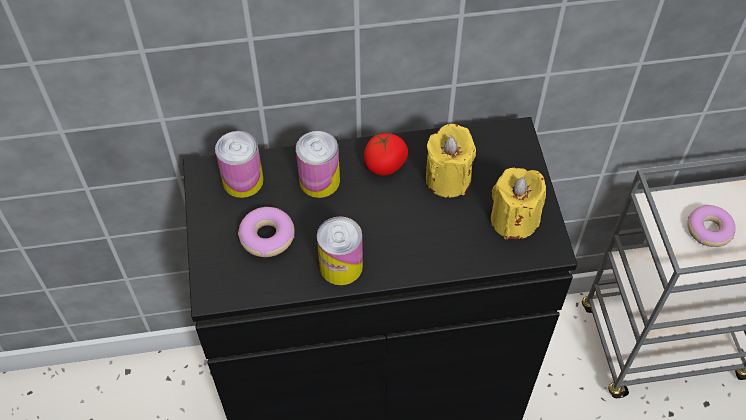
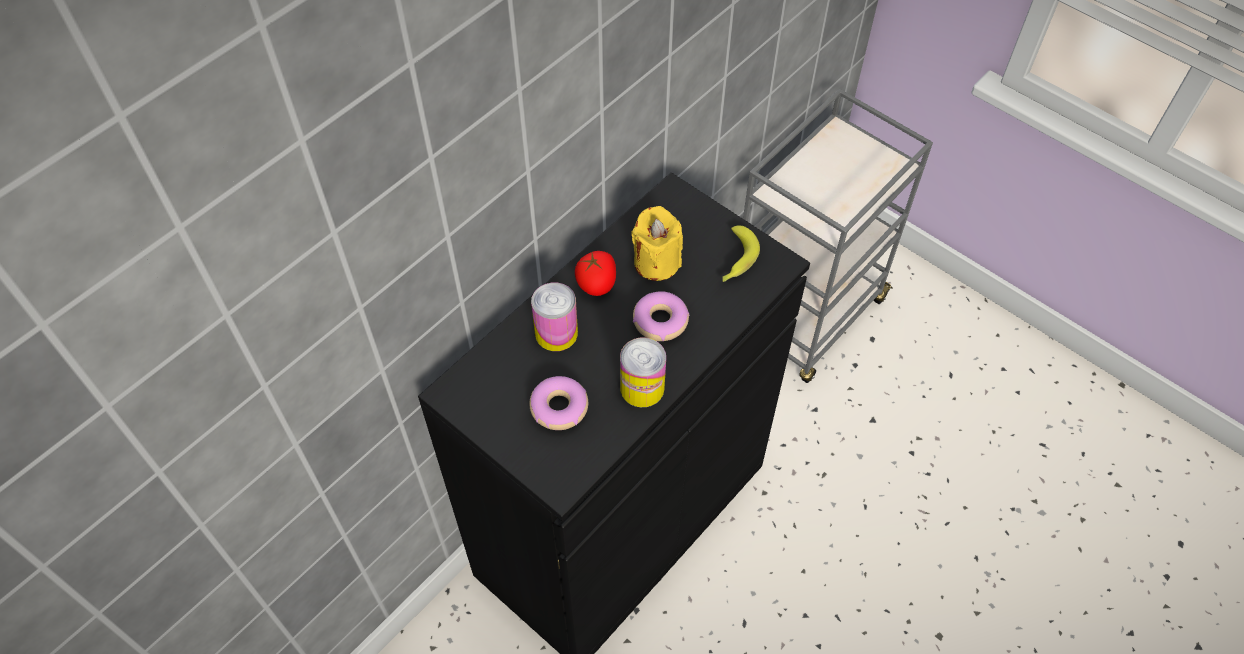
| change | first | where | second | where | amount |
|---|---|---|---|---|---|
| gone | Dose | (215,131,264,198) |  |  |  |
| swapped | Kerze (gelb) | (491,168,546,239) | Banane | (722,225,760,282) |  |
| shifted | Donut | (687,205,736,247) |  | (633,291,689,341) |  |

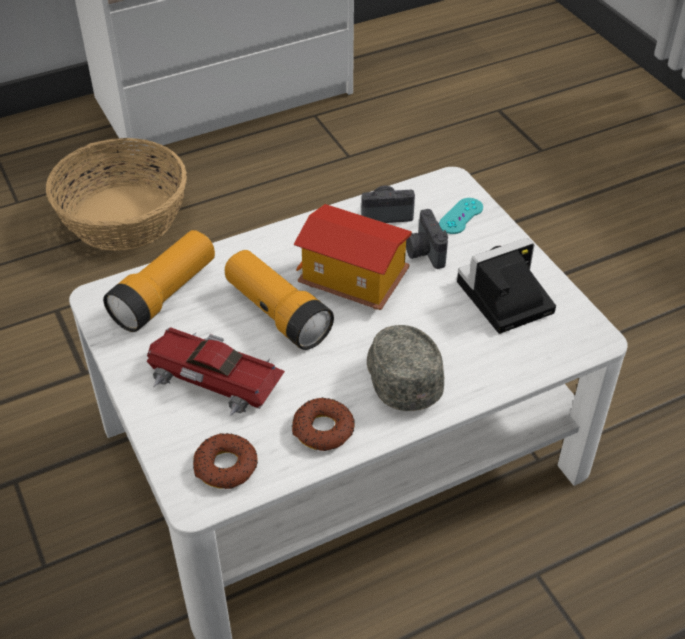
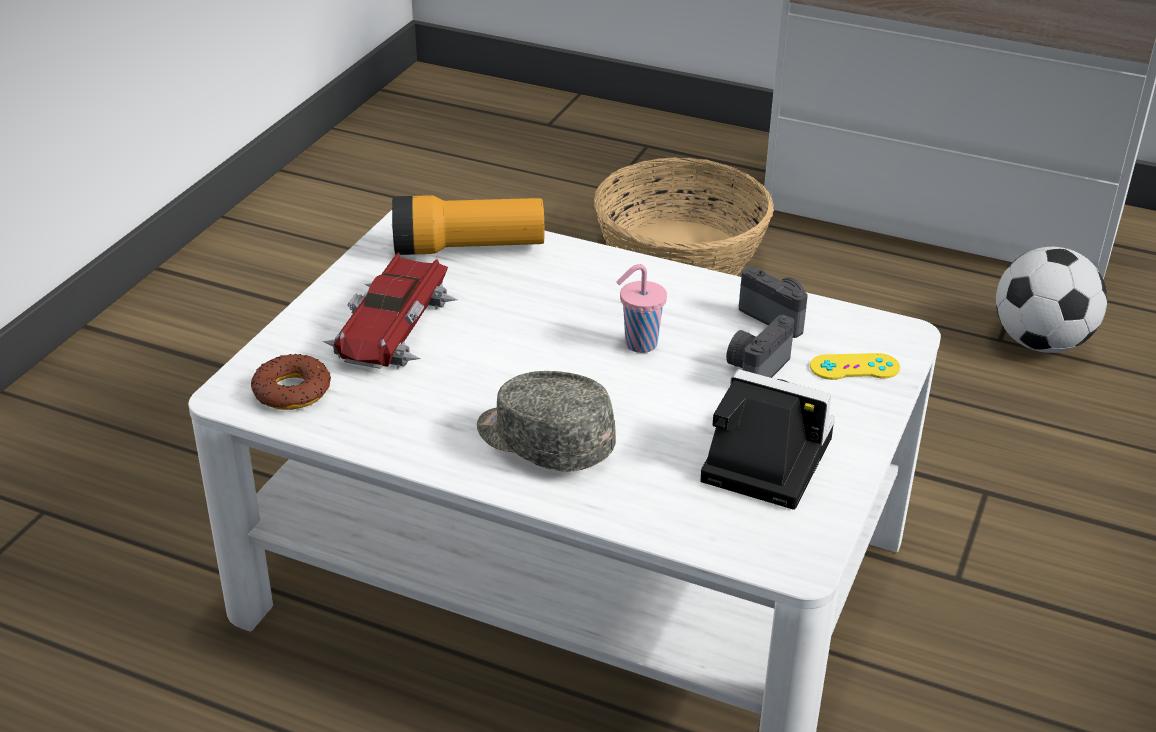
| change | first | where | second | where | amount |
|---|---|---|---|---|---|
| repainted | Gamepad (türkis) | (439,198,483,234) | Gamepad (gelb) | (810,353,900,380) |  |
| swapped | Spielzeughaus | (294,204,412,310) | Tasse (rosa) | (616,264,667,353) |  |
| gone | Taschenlampe | (225,250,334,350) |  |  |  |
| rotated | Kappe (grau) | (367,325,444,411) |  | (477,371,616,471) | 90 degrees counterclockwise |
| rotated | Spielzeugauto | (147,327,285,417) |  | (323,253,457,369) | 150 degrees counterclockwise |
| gone | Donut | (292,397,354,451) |  |  |  |
| new |  |  | Fußball | (996,247,1107,353) |  |

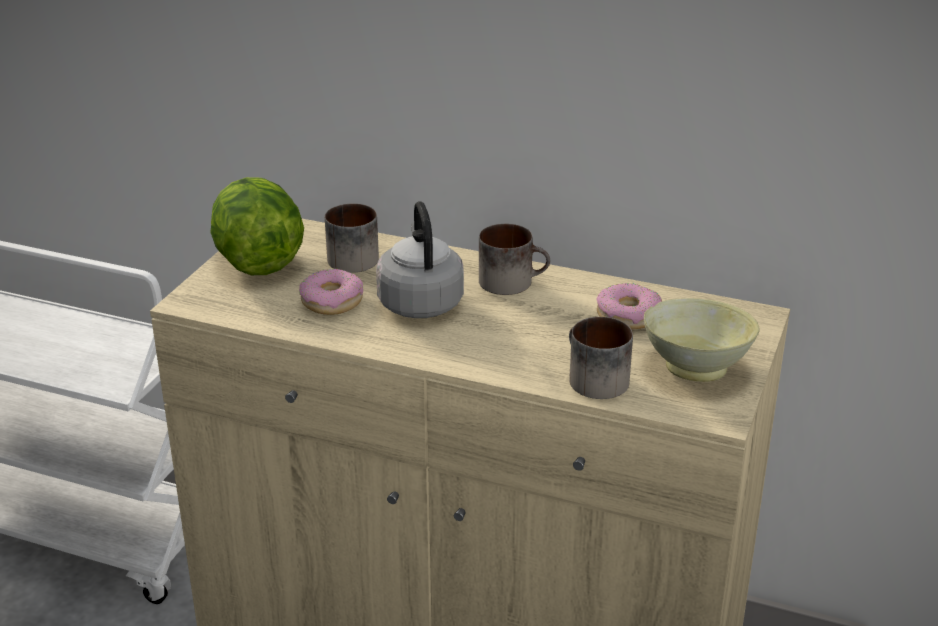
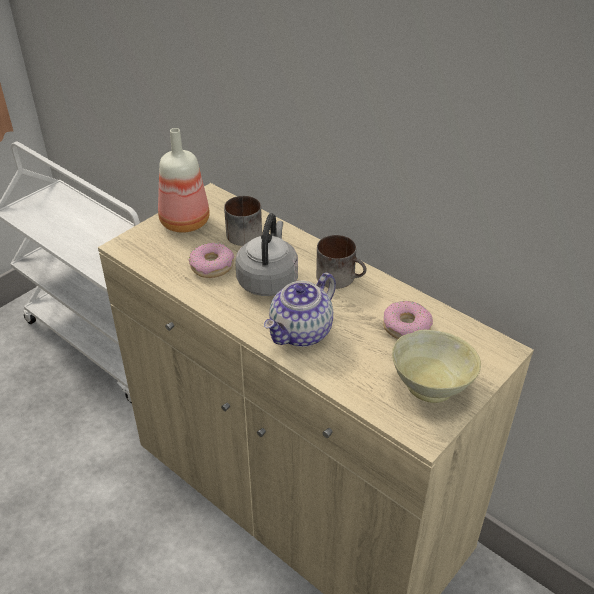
| change | first | where | second | where | amount |
|---|---|---|---|---|---|
| swapped | Salatkopf | (210,177,304,275) | Flasche | (158,128,210,233) |  |
| gone | Henkelbecher | (569,317,633,399) |  |  |  |
| new |  |  | Teekanne | (264,273,336,347) |  |

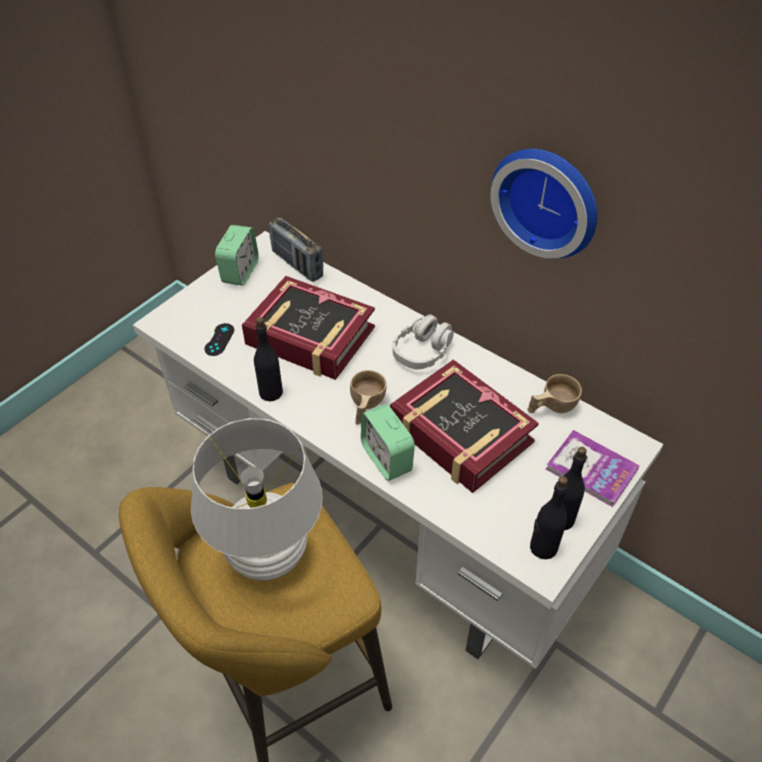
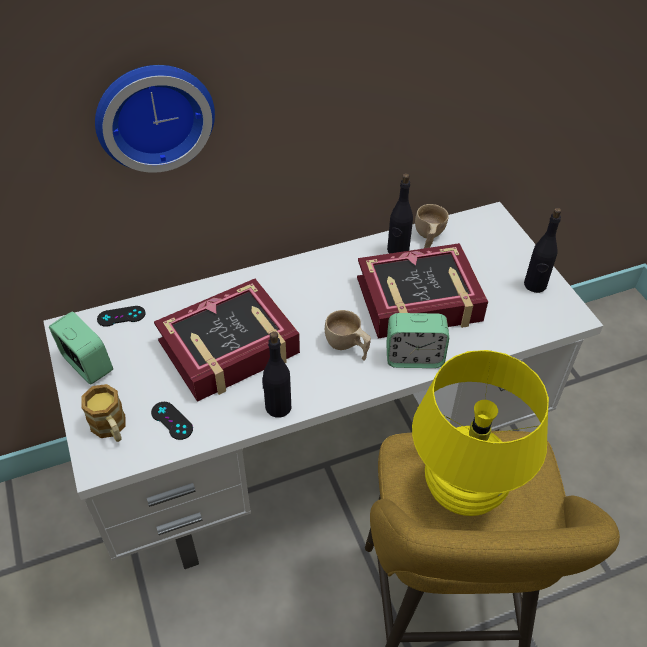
| change | first | where | second | where | amount |
|---|---|---|---|---|---|
| shifted | Wanduhr | (490,149,598,258) |  | (95,65,215,173) |  |
| swapped | Radio | (269,217,323,282) | Gamepad (schwarz) | (97,306,146,327) |  |
| gone | Kopfhörer (grau) | (393,314,454,369) |  |  |  |
| repainted | Tischlampe (weiß) | (191,418,323,581) | Tischlampe (gelb) | (412,350,549,516) |  |
| gone | Buch | (546,430,640,507) |  |  |  |
| shifted | Flasche (schwarz) | (530,476,568,559) |  | (387,173,413,254) |  |
| new |  |  | Henkelbecher | (81,384,126,442) |  |

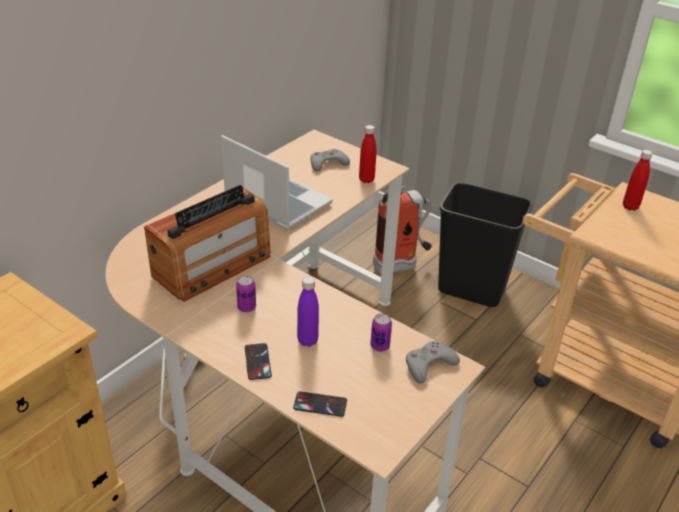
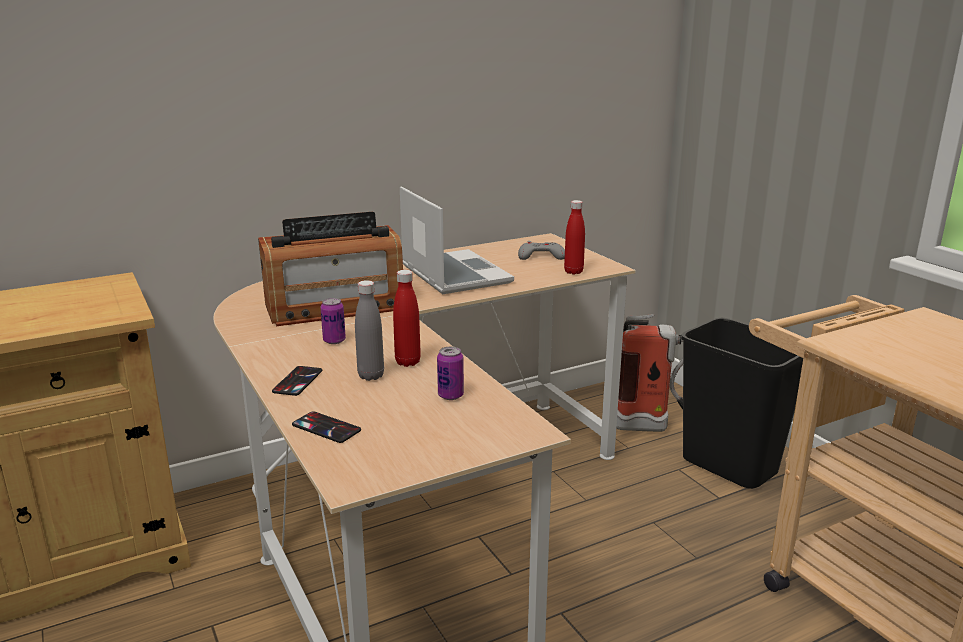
| change | first | where | second | where | amount |
|---|---|---|---|---|---|
| shifted | Flasche (rot) | (623,150,653,211) |  | (393,270,421,367) |  |
| repainted | Flasche (lila) | (297,277,319,347) | Flasche (grau) | (355,280,384,381) |  |
| gone | Gamepad (grau) | (406,341,460,383) |  |  |  |

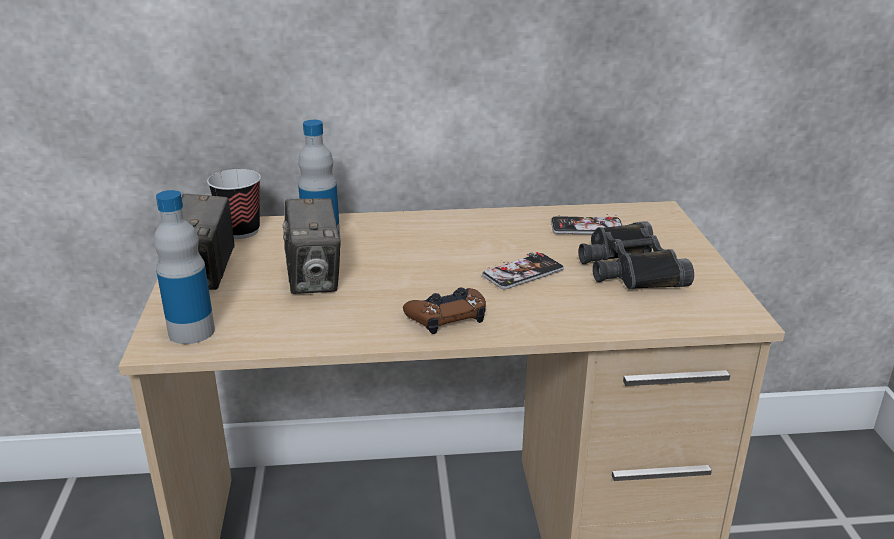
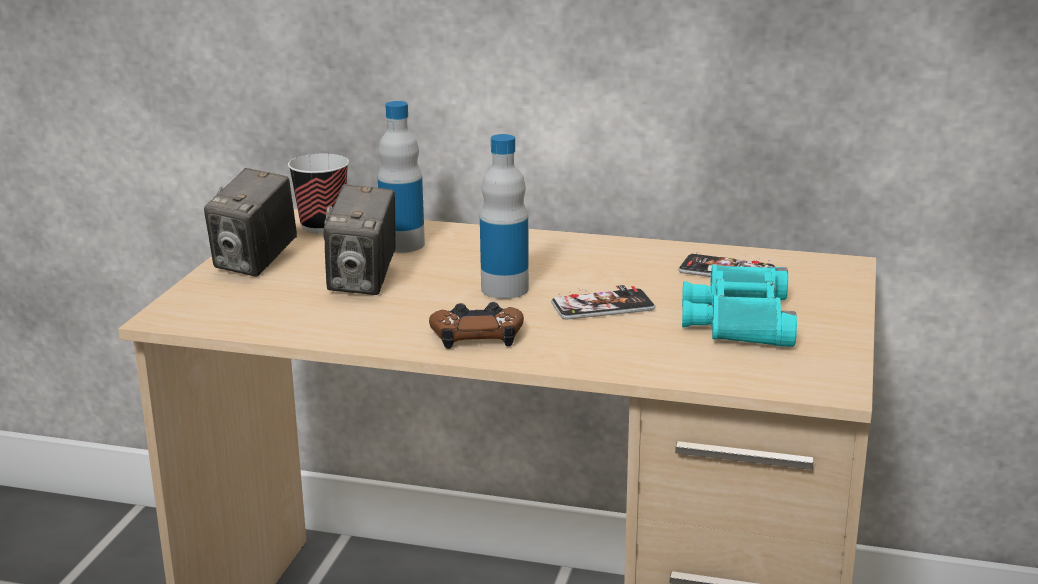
| change | first | where | second | where | amount |
|---|---|---|---|---|---|
| shifted | Flasche | (154,190,215,344) |  | (480,134,529,299) |  |
| repainted | Fernglas (schwarz) | (578,221,694,290) | Fernglas (türkis) | (682,265,797,347) |  |

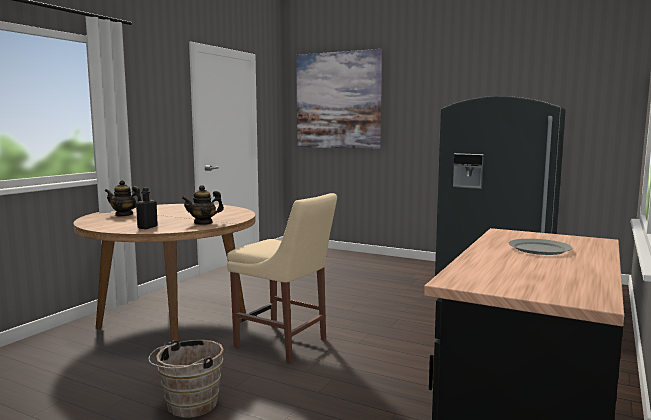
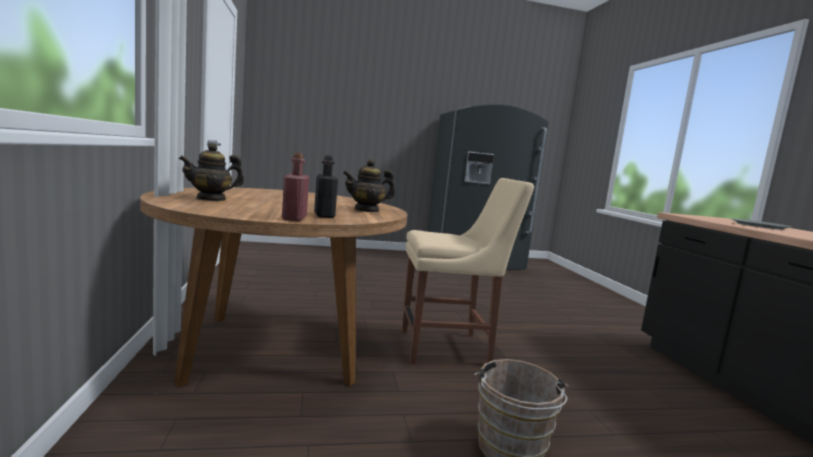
| change | first | where | second | where | amount |
|---|---|---|---|---|---|
| gone | Bild | (296,49,382,149) |  |  |  |
| rotated | Teekanne | (182,185,224,225) |  | (343,159,395,212) | 45 degrees clockwise |
| new |  |  | Flasche (rot) | (282,153,309,221) |  |

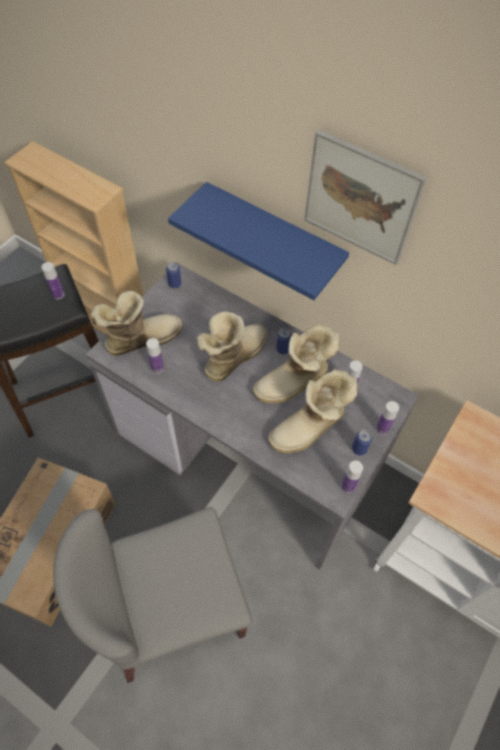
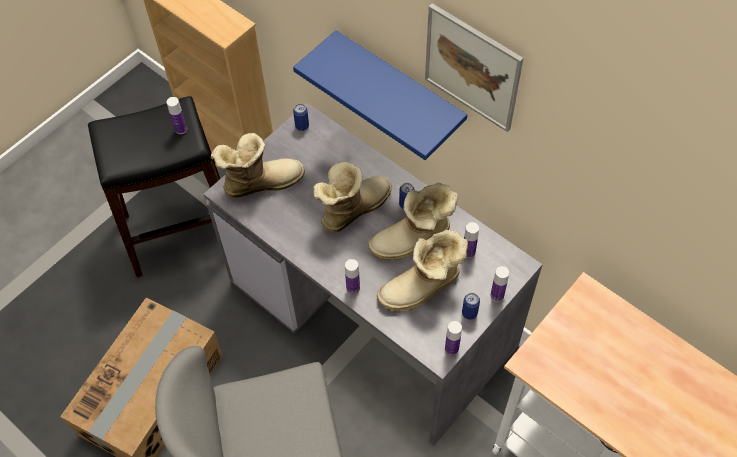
| change | first | where | second | where | amount |
|---|---|---|---|---|---|
| shifted | Flasche | (146,338,164,374) |  | (345,259,360,294) |  |

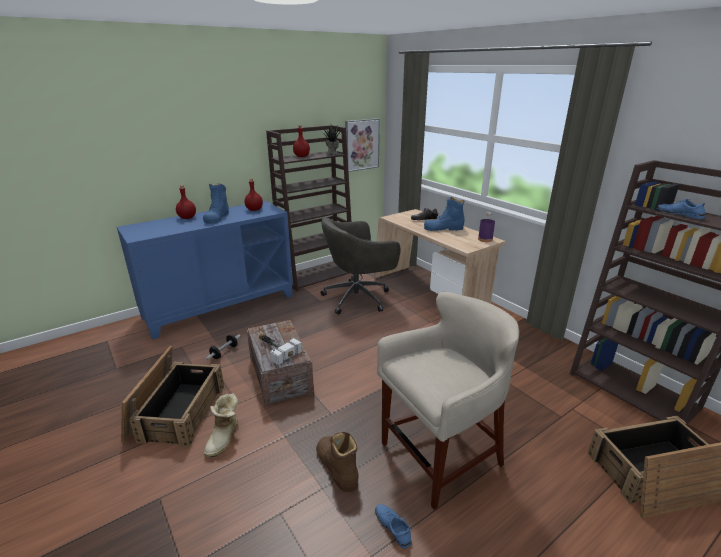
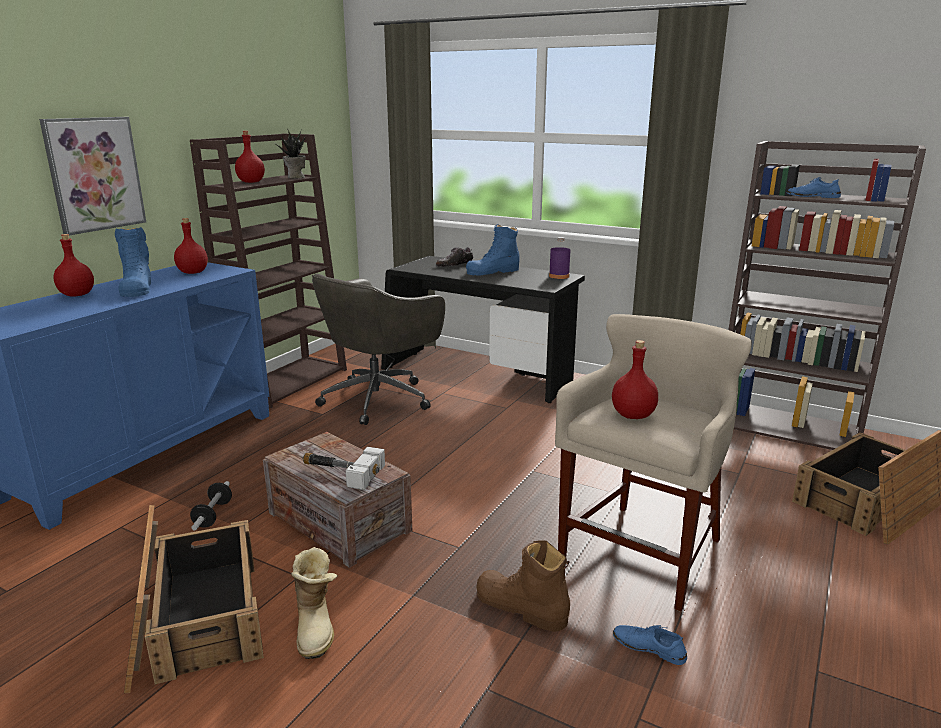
| change | first | where | second | where | amount |
|---|---|---|---|---|---|
| shifted | Bild | (345,118,380,172) |  | (39,117,146,235) |  |
| repainted | Schreibtisch (beige) | (374,209,506,304) | Schreibtisch (schwarz) | (381,256,585,403) |  |
| new |  |  | Flasche (rot) | (612,340,658,419) |  |

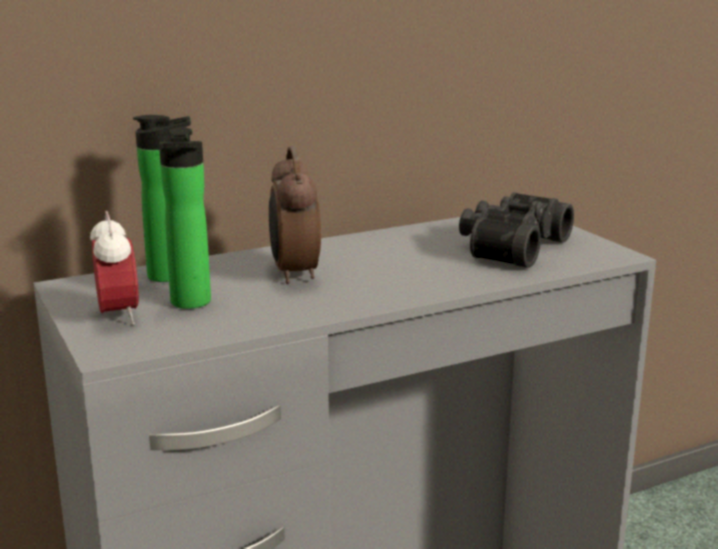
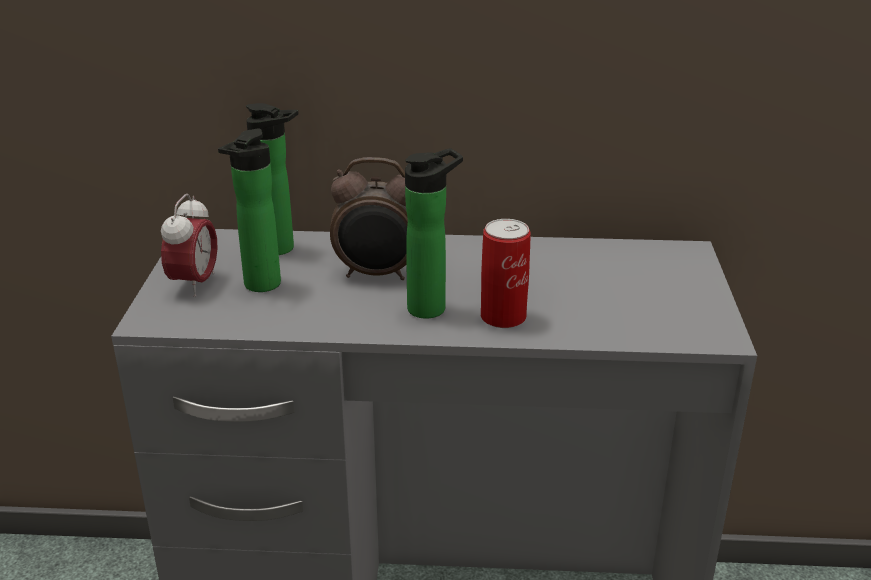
| change | first | where | second | where | amount |
|---|---|---|---|---|---|
| rotated | Wecker | (269,146,321,284) |  | (330,157,408,280) | 105 degrees counterclockwise |
| gone | Fernglas (schwarz) | (459,192,574,268) |  |  |  |
| new |  |  | Flasche | (405,148,463,319) |  |
| new |  |  | Dose | (481,219,531,328) |  |

